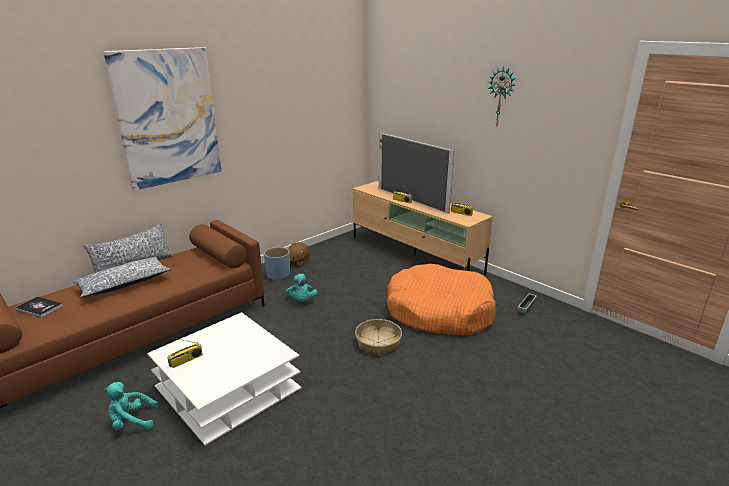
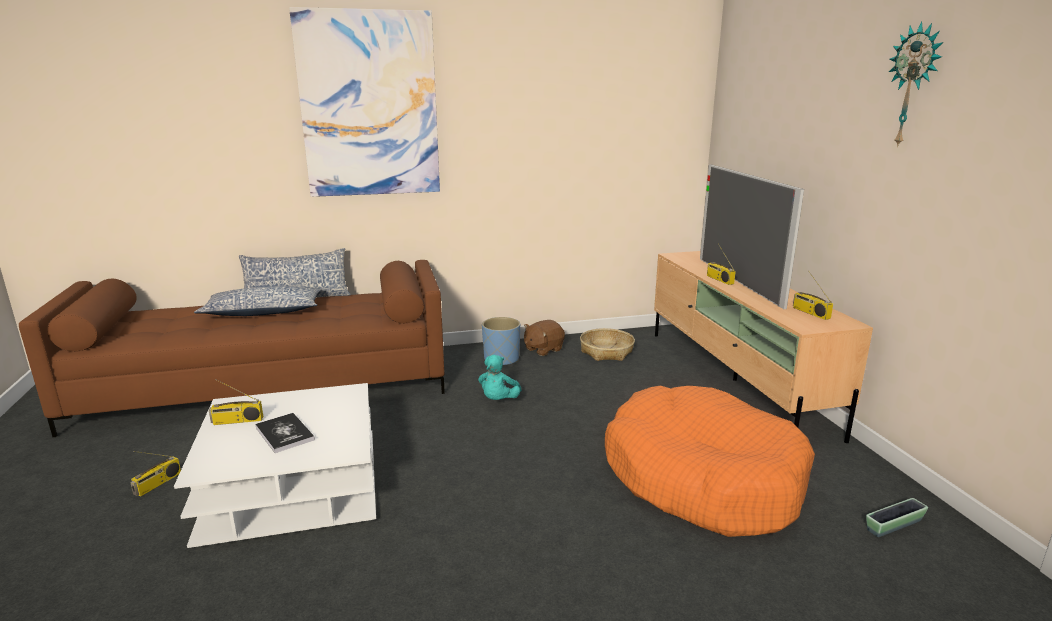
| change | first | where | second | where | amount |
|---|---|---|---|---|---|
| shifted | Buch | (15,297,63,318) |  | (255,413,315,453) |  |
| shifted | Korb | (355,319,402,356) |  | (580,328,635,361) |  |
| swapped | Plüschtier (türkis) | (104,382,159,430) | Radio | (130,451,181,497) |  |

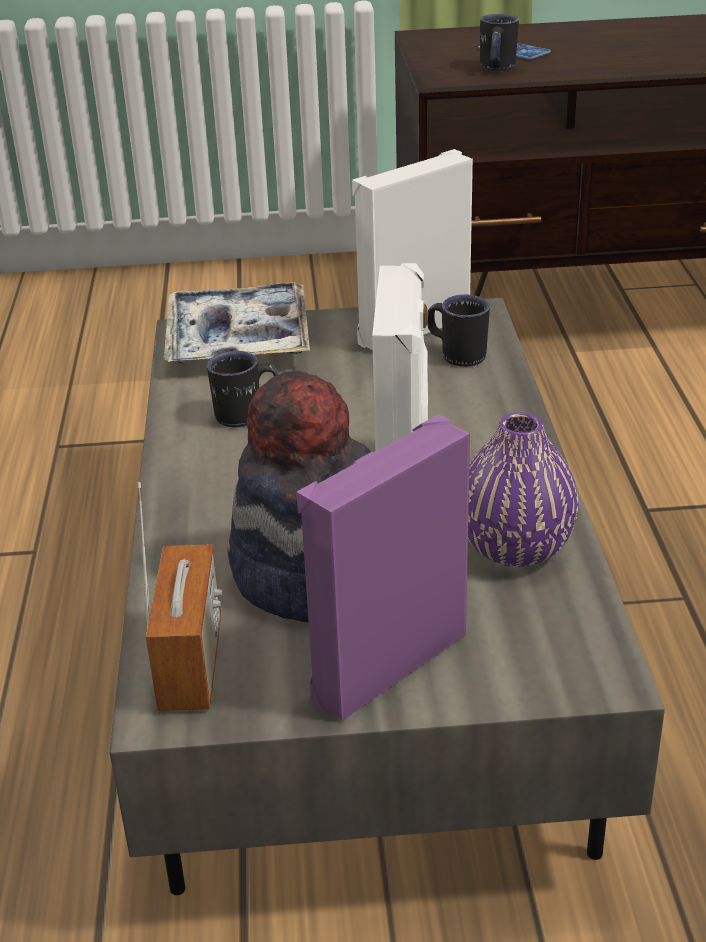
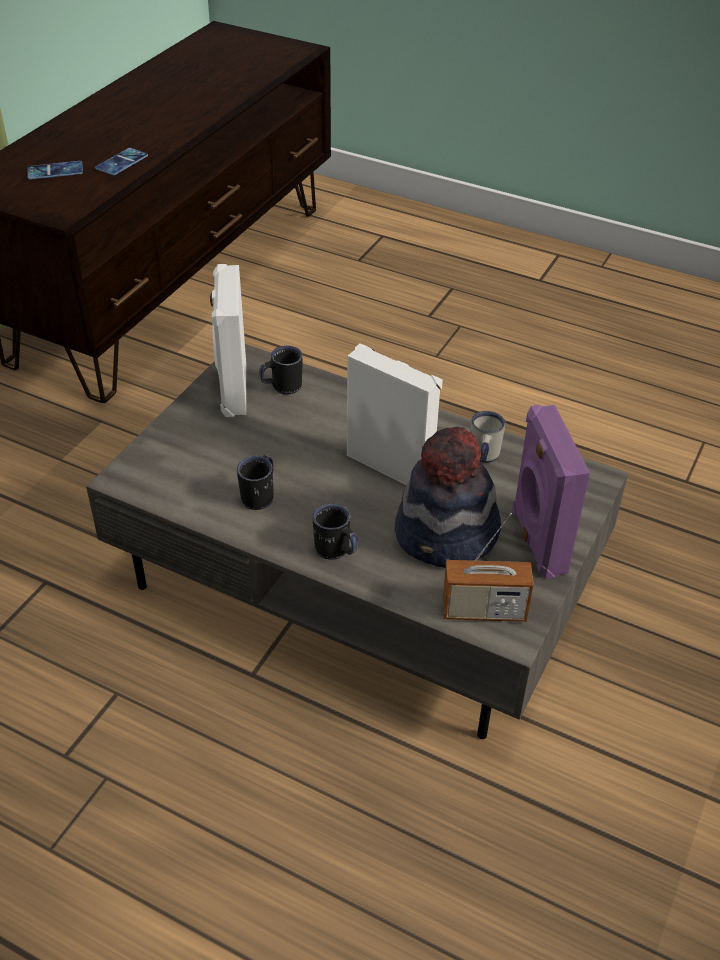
| change | first | where | second | where | amount |
|---|---|---|---|---|---|
| shifted | Henkelbecher (schwarz) | (480,14,519,71) |  | (313,503,358,560) |  |
| gone | Tablett | (164,282,310,363) |  |  |  |
| swapped | Vase (lila) | (468,412,579,567) | Henkelbecher (weiß) | (470,411,505,463) |  |
| rotated | Radio | (137,482,222,711) |  | (443,513,534,622) | 150 degrees clockwise |
| new |  |  | Handy | (95,148,148,175) |  |

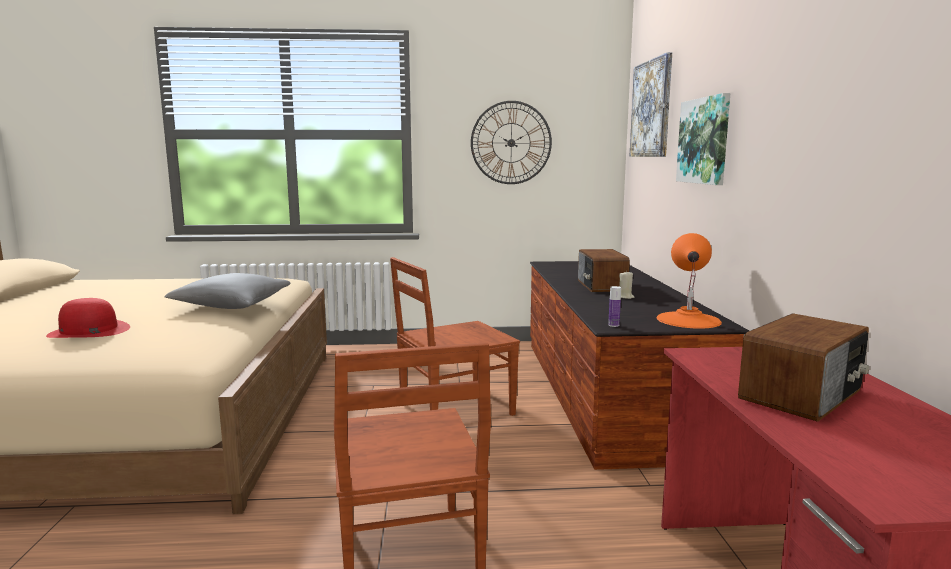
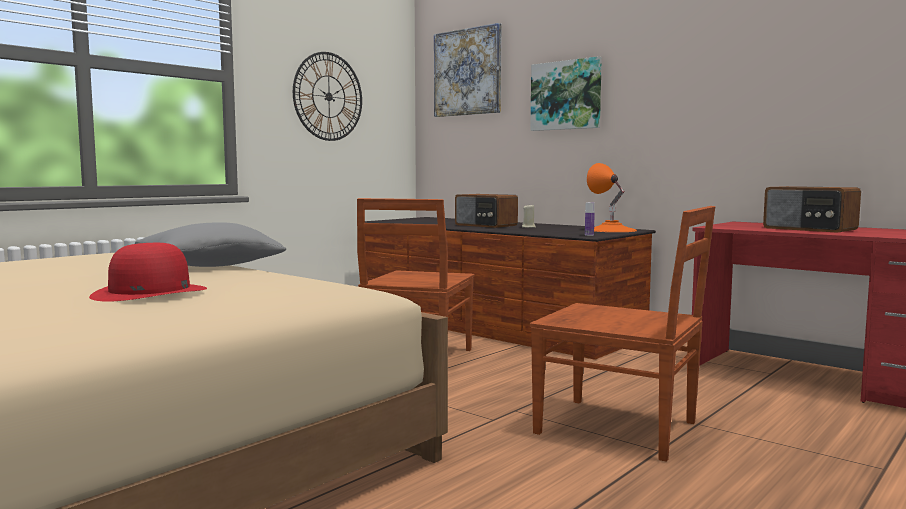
| change | first | where | second | where | amount |
|---|---|---|---|---|---|
| rotated | Radio | (738,313,869,422) |  | (763,186,861,233) | 135 degrees clockwise |

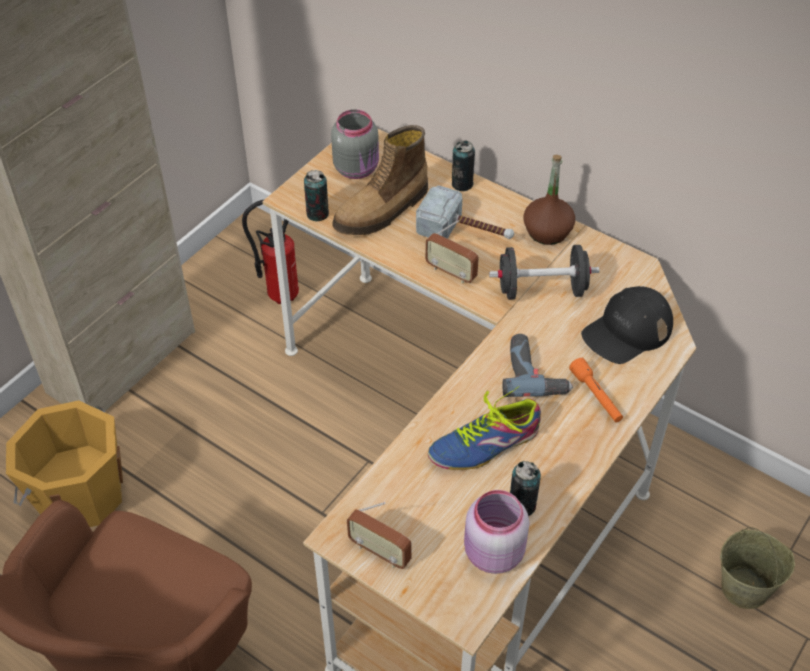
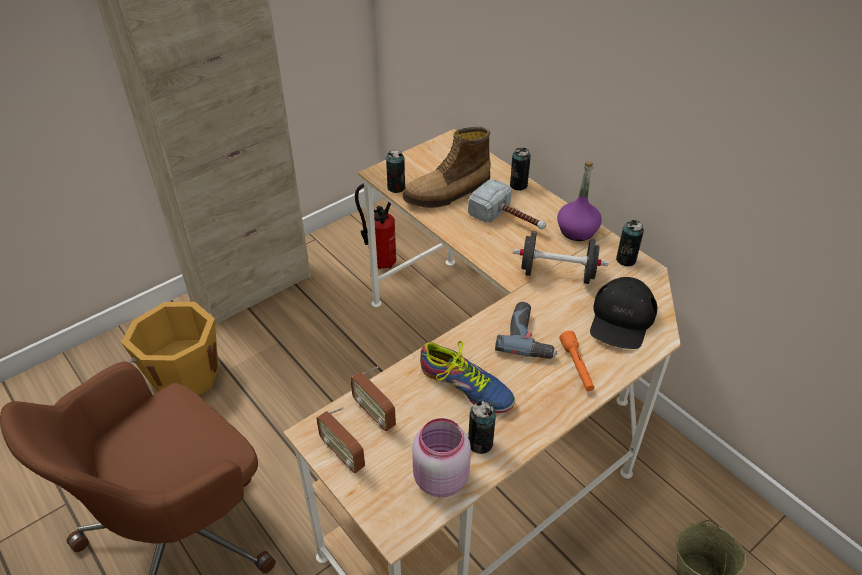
| change | first | where | second | where | amount |
|---|---|---|---|---|---|
| gone | Vorratsglas (grau) | (331,109,379,179) |  |  |  |
| repainted | Flasche (braun) | (524,155,575,245) | Flasche (lila) | (557,161,602,241) |  |
| shifted | Radio | (425,220,479,283) |  | (350,367,396,431) |  |
| rotated | Kappe (schwarz) | (581,286,673,364) |  | (590,277,657,349) | 45 degrees counterclockwise |
| rotated | Schuh | (428,386,541,470) |  | (420,341,515,413) | 135 degrees counterclockwise |
| new |  |  | Dose | (616,220,644,266) |  |

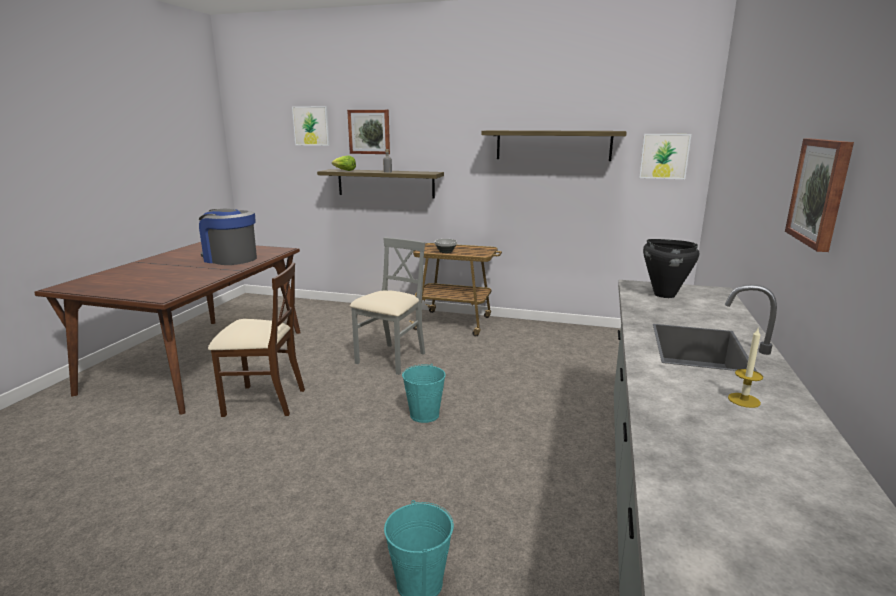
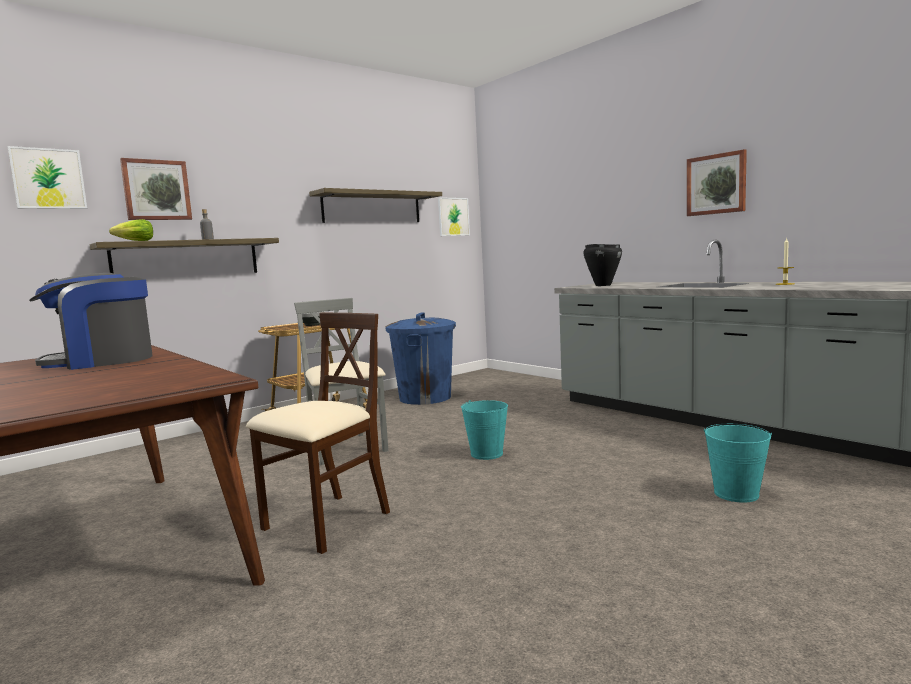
| change | first | where | second | where | amount |
|---|---|---|---|---|---|
| new |  |  | Mülleimer (blau) | (385,313,456,405) |  |

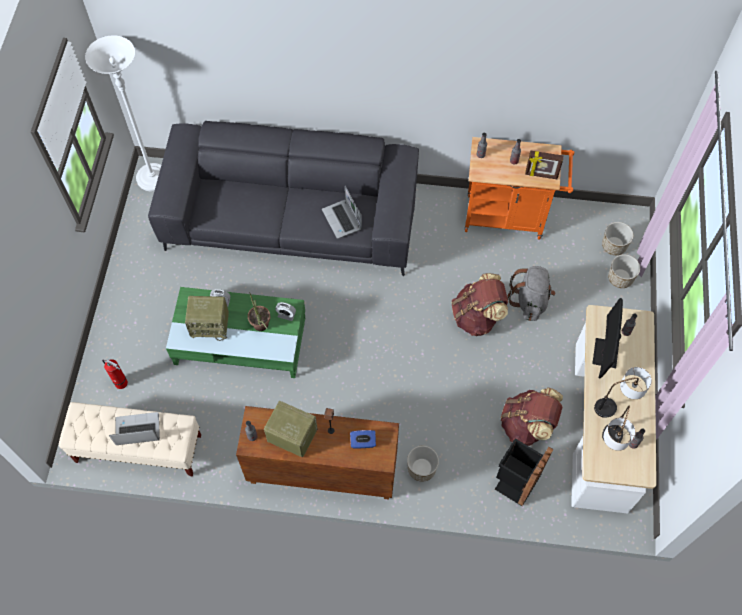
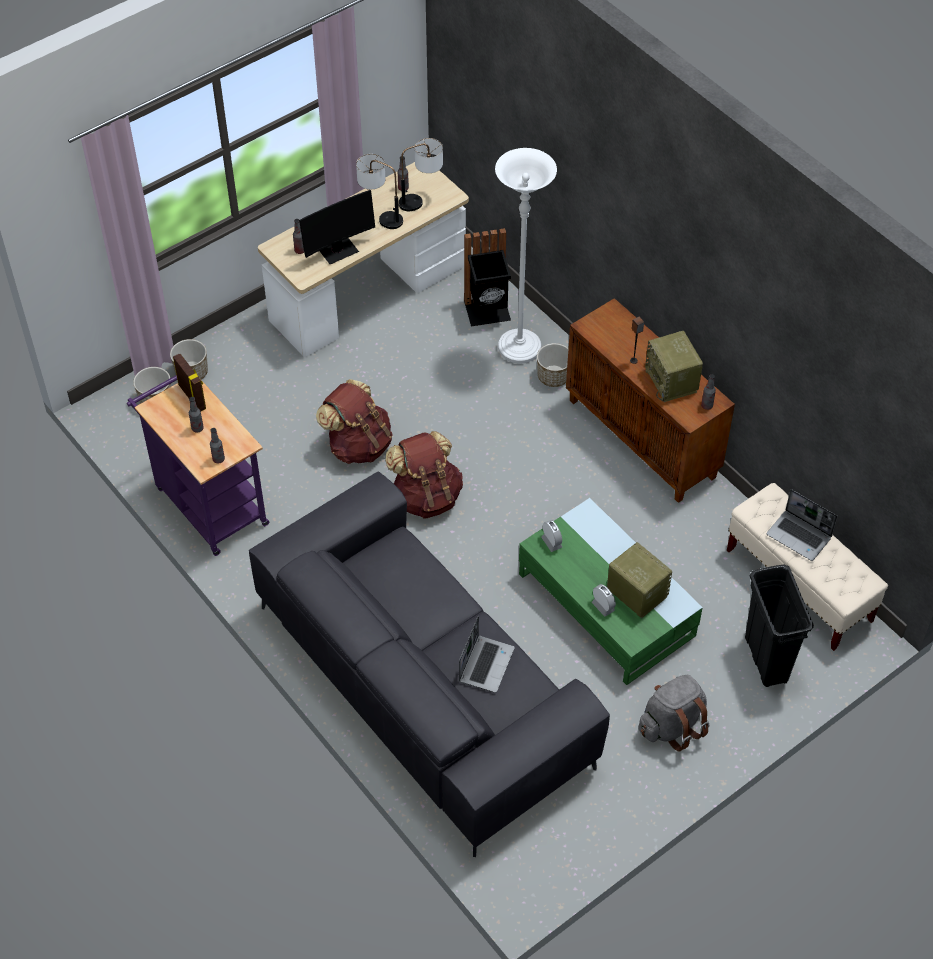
| change | first | where | second | where | amount |
|---|---|---|---|---|---|
| shifted | Stehlampe (weiß) | (85,35,161,191) |  | (495,148,557,364) |  |
| repainted | Rollwagen (orange) | (465,137,574,240) | Rollwagen (lila) | (127,375,269,556) |  |
| shifted | Laptop | (322,186,362,239) |  | (459,616,515,693) |  |
| shifted | Rucksack (grau) | (507,266,556,321) |  | (638,675,709,752) |  |
| gone | Topfpflanze | (248,292,270,331) |  |  |  |
| swapped | Feuerlöscher | (102,359,128,389) | Mülleimer (schwarz) | (745,565,814,687) |  |
| shifted | Rucksack (braun) | (501,387,563,446) |  | (385,431,463,518) |  |
| gone | Taschentuchbox (blau) | (350,430,376,449) |  |  |  |

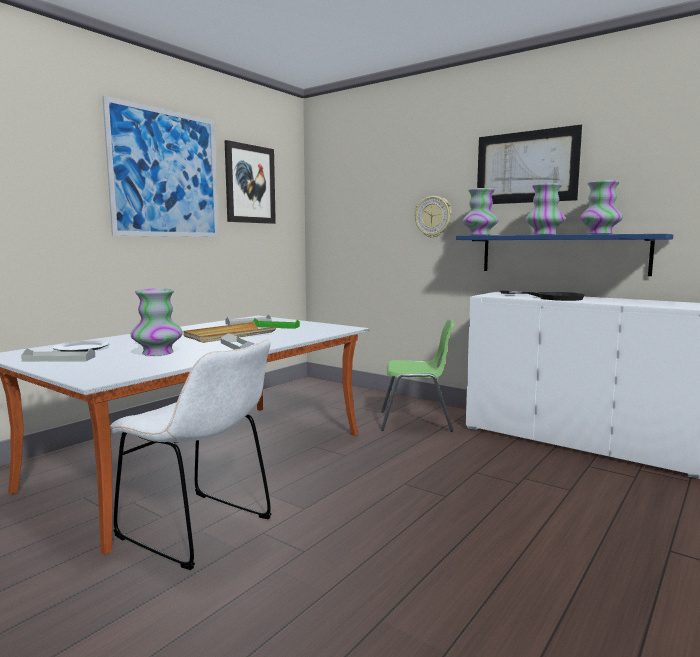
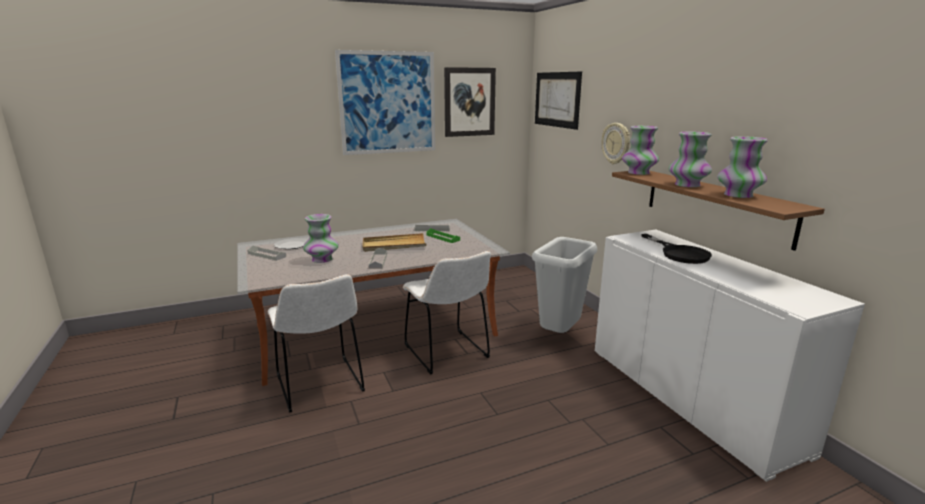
| change | first | where | second | where | amount |
|---|---|---|---|---|---|
| shifted | Bild | (477,125,582,204) |  | (535,72,582,130) |  |
| repainted | Wandregal (blau) | (456,234,673,276) | Wandregal (braun) | (612,171,825,251) |  |
| swapped | Stuhl (grün) | (381,319,454,432) | Mülleimer (grau) | (532,237,597,333) |  |
| new |  |  | Stuhl (weiß) | (403,251,491,374) |  |

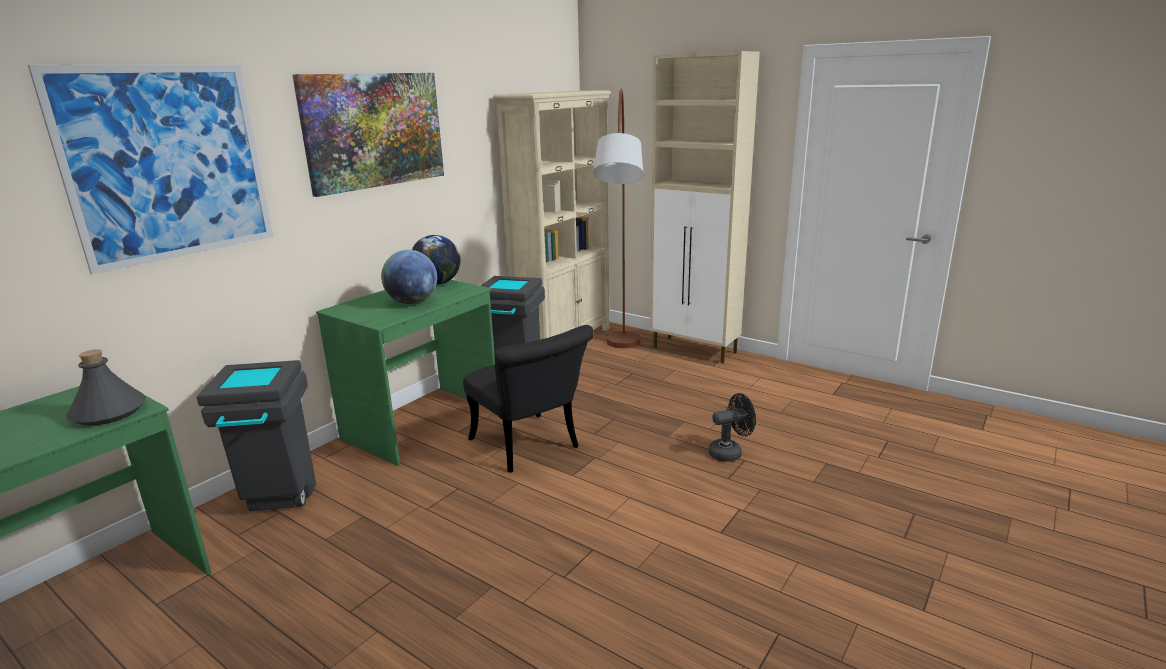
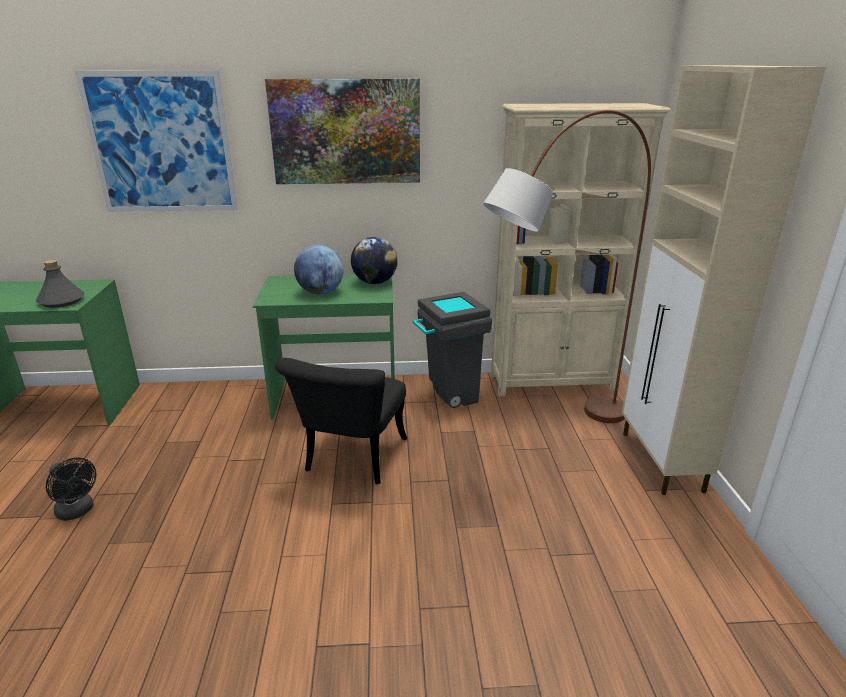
| change | first | where | second | where | amount |
|---|---|---|---|---|---|
| gone | Mülleimer (grau) | (197,360,316,511) |  |  |  |
| shifted | Ventilator (schwarz) | (708,393,756,462) |  | (46,457,97,521) |  |

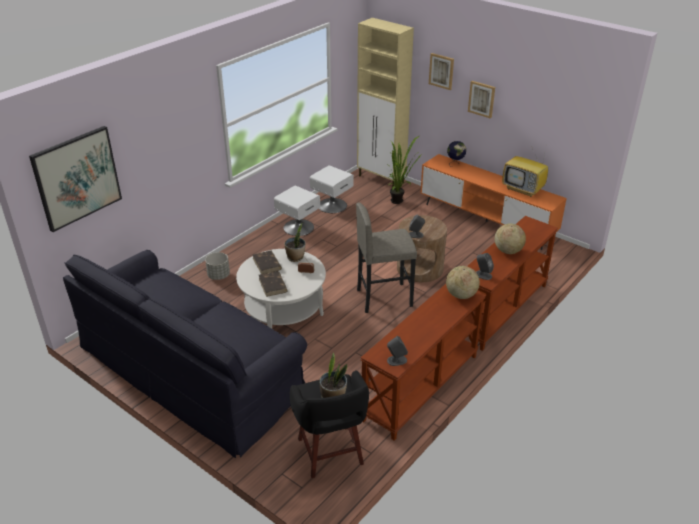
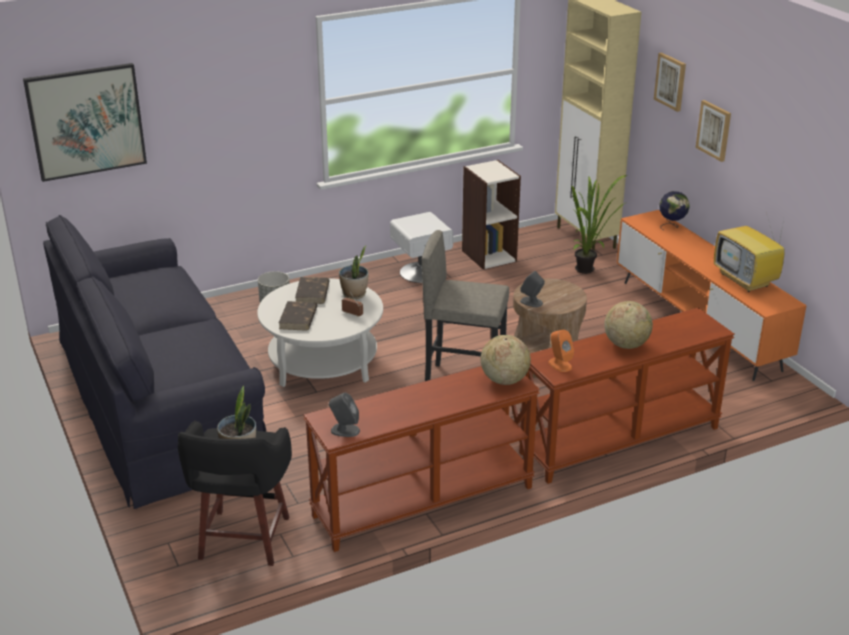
| change | first | where | second | where | amount |
|---|---|---|---|---|---|
| swapped | Nachttisch (weiß) | (310,165,354,213) | Bücherregal | (462,160,521,269) |  |
| repainted | Lautsprecher (grau) | (476,253,494,280) | Lautsprecher (orange) | (548,330,574,372) |  |

